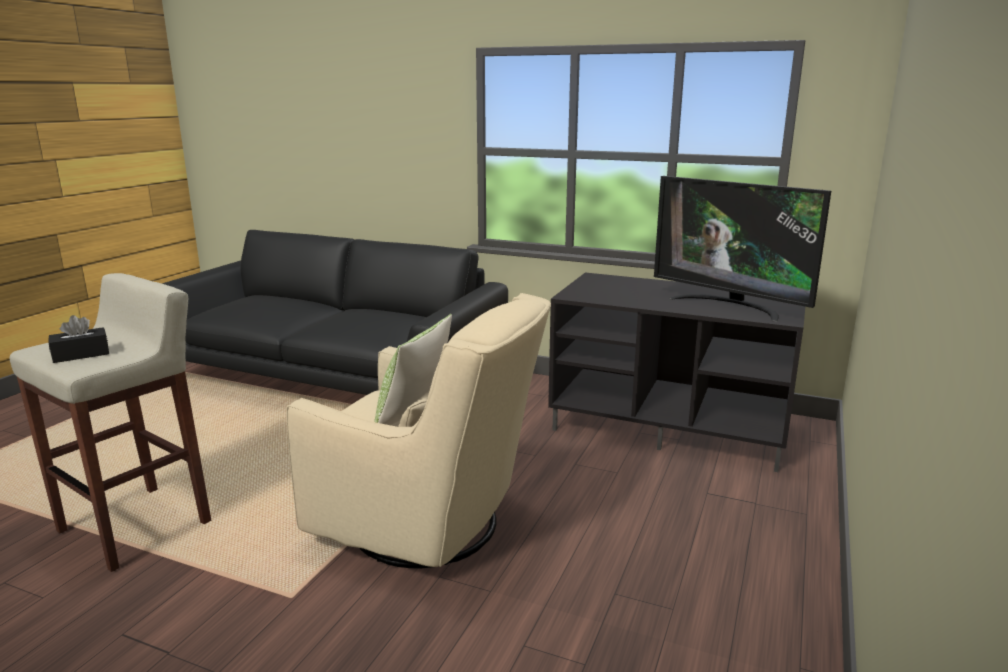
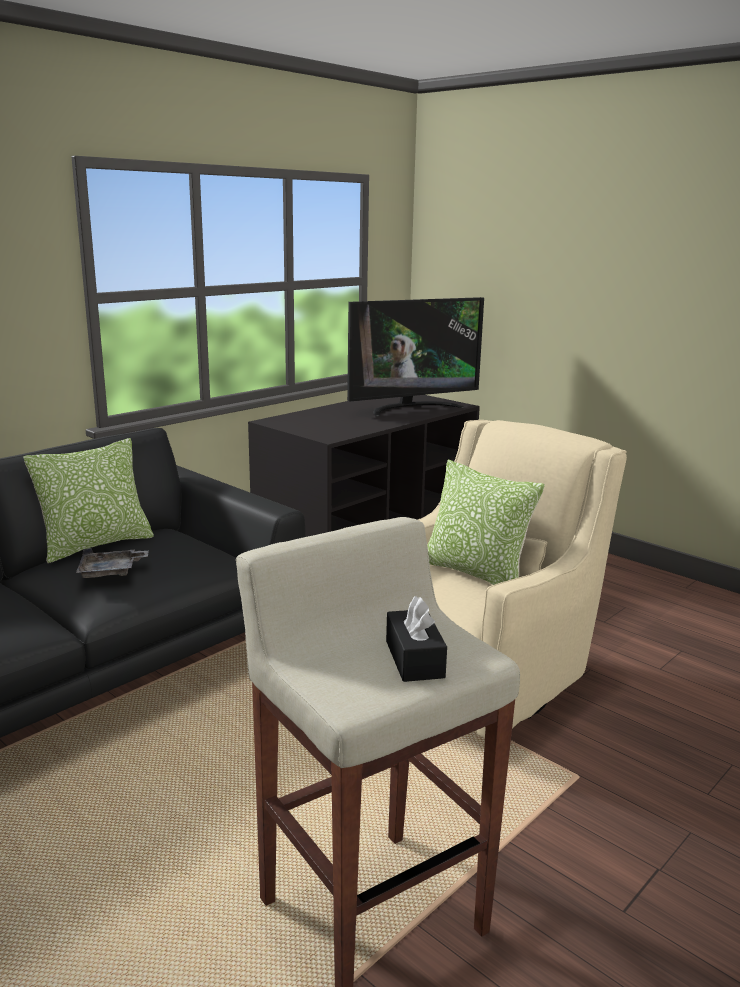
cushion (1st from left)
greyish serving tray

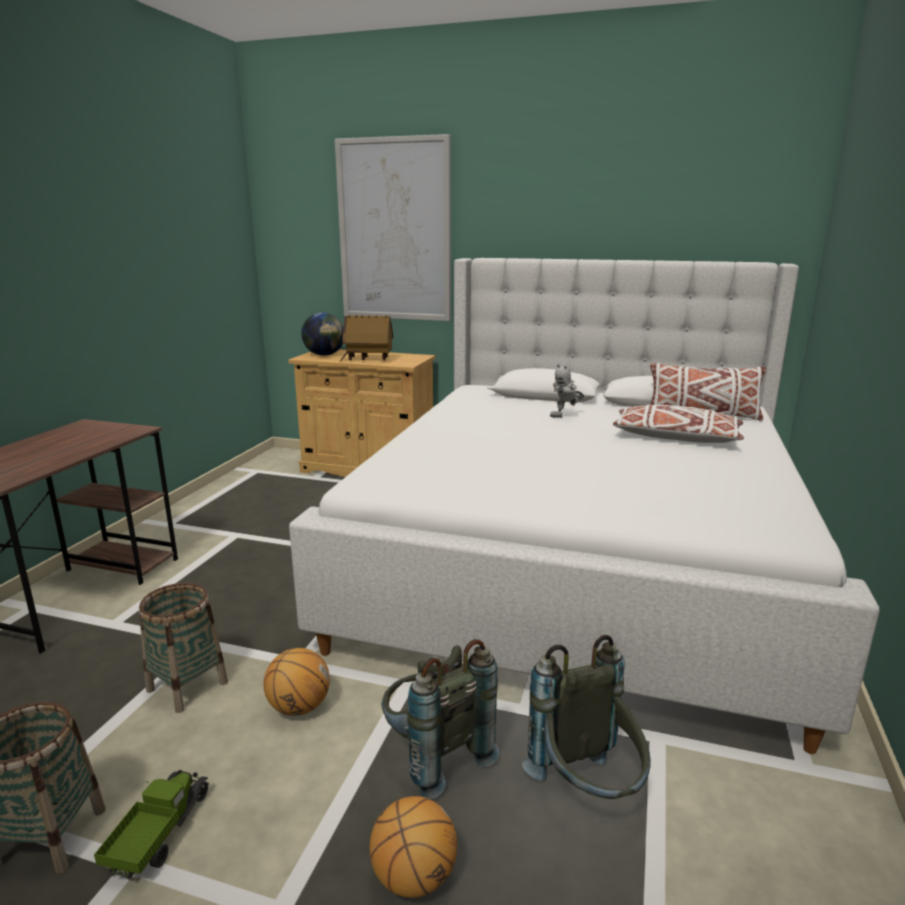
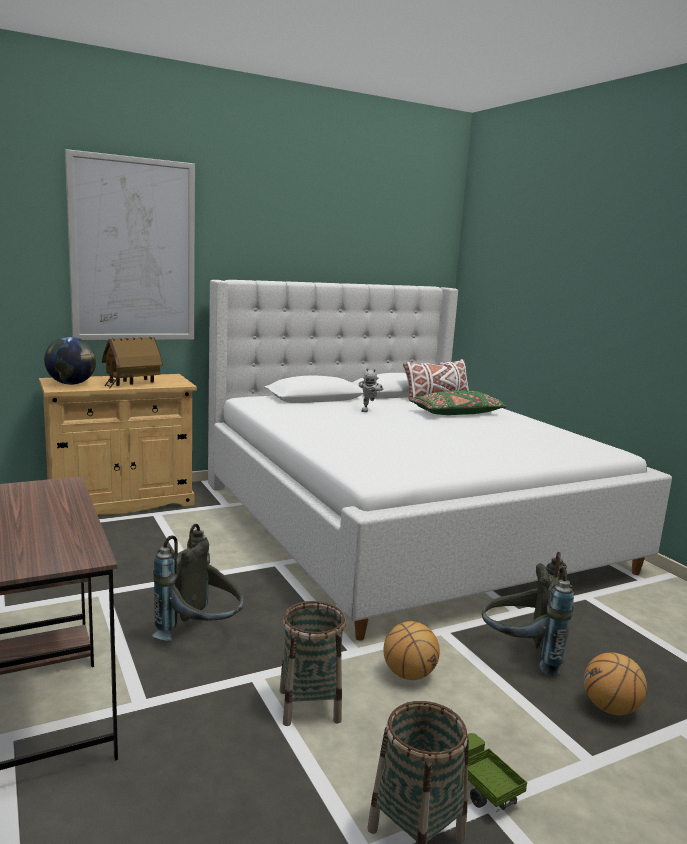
greyish knapsack (1st from left)
green-coloured cushion

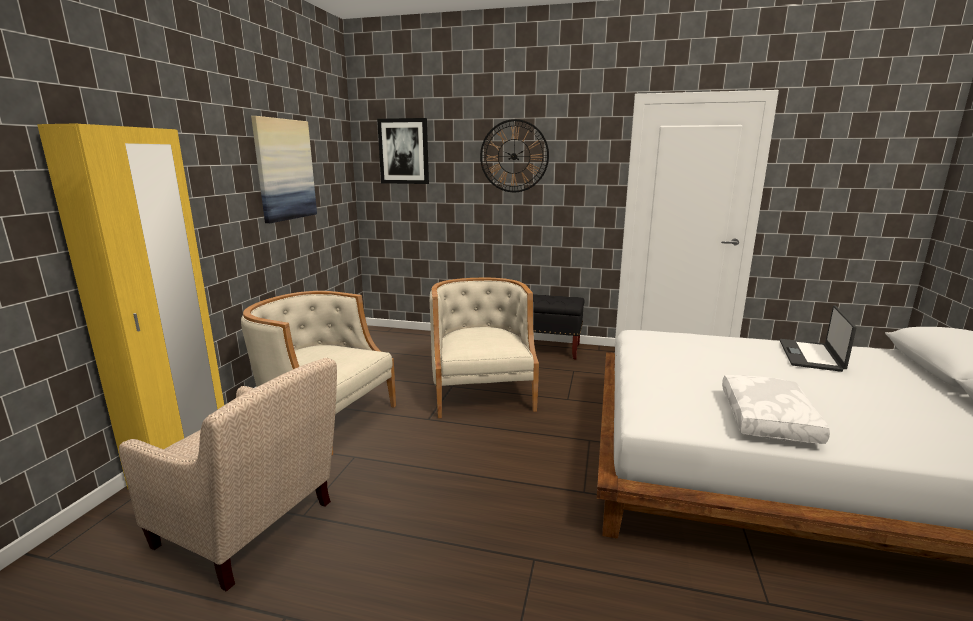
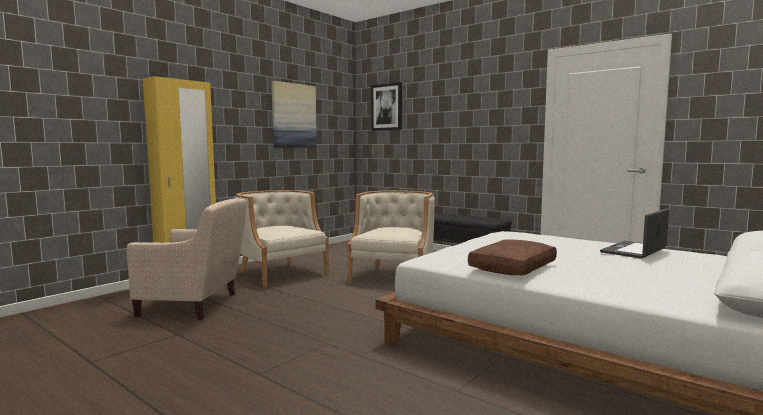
beige-coloured lounge chair (1st from left)
hanging clock
brown cushion

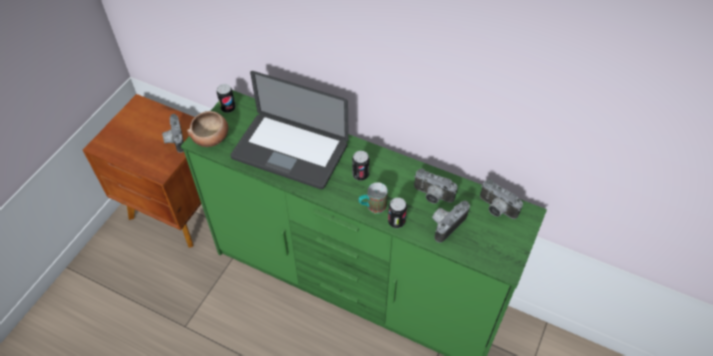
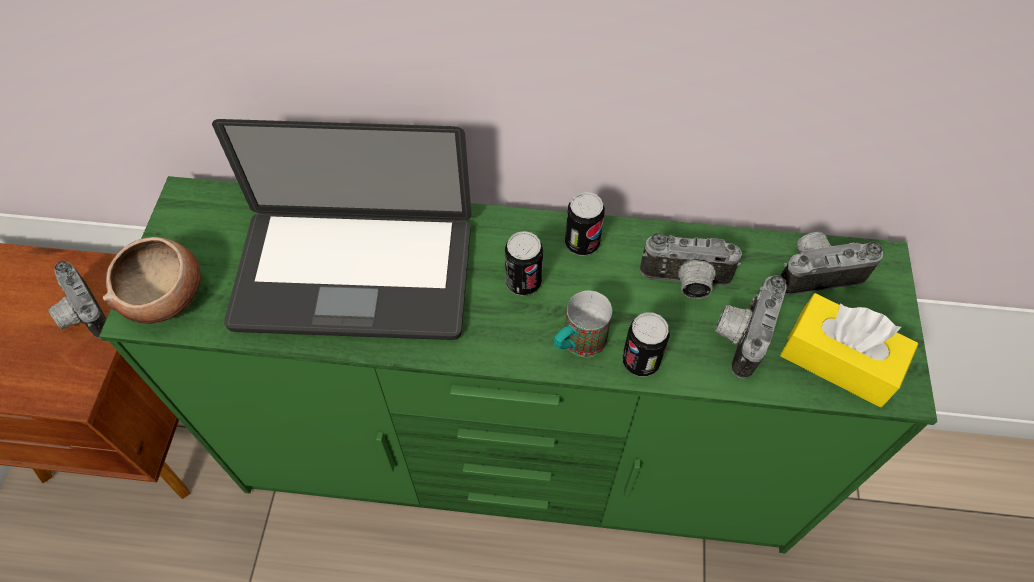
can (2nd from left)
still camera (4th from left)
yellowish tissue holder

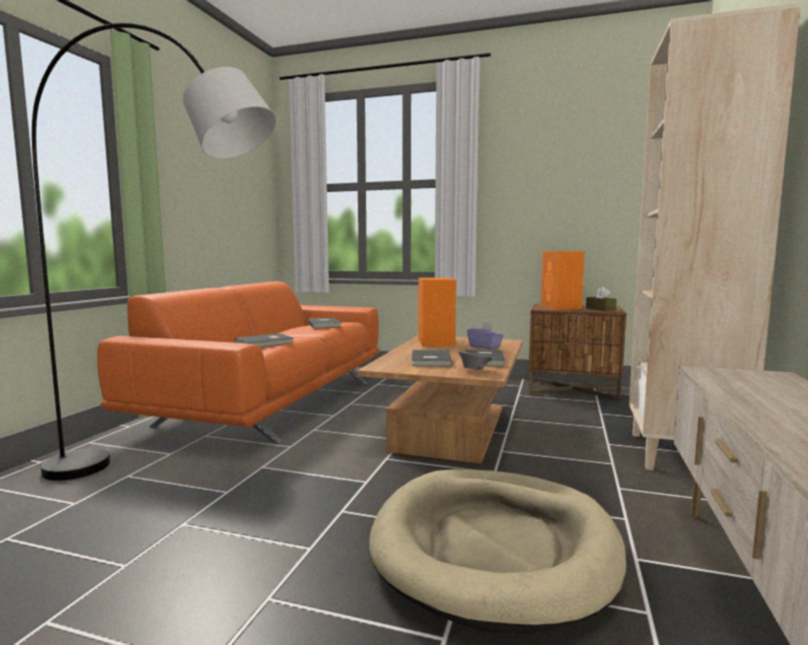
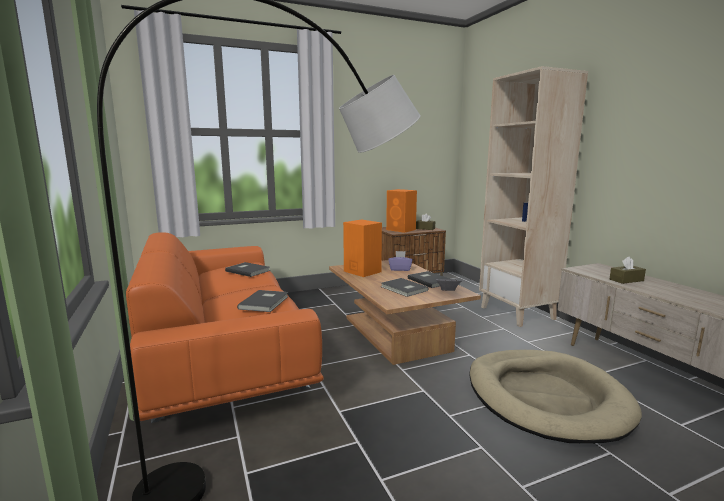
brown tissue holder (2nd from left)

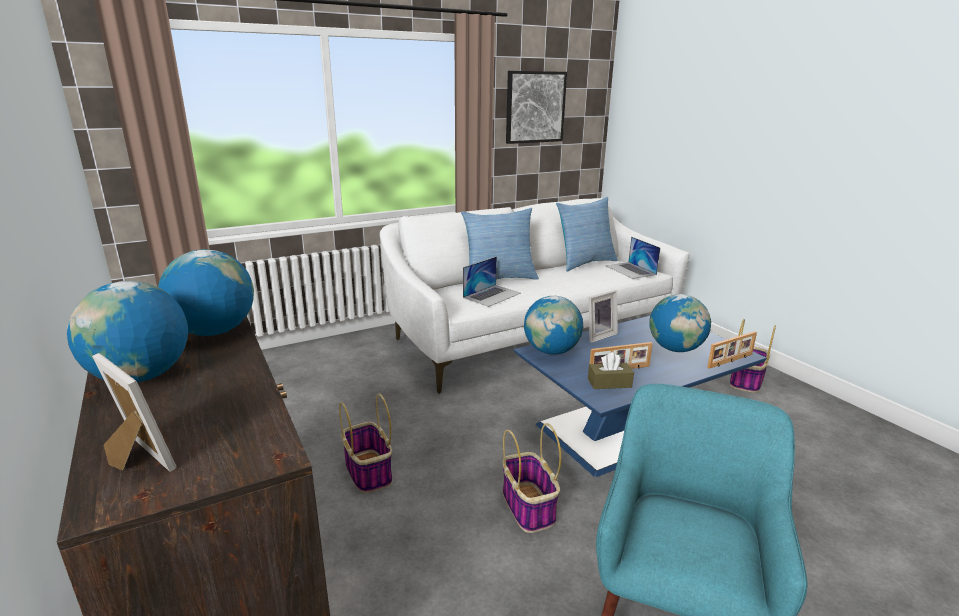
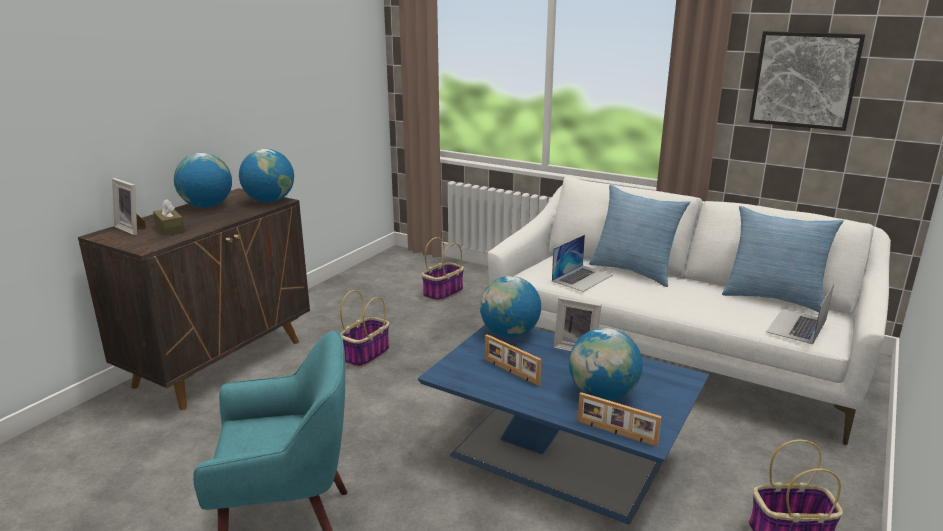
photo frame (1st from left)
laptop (1st from left)
storage basket (2nd from left)
brown tissue holder

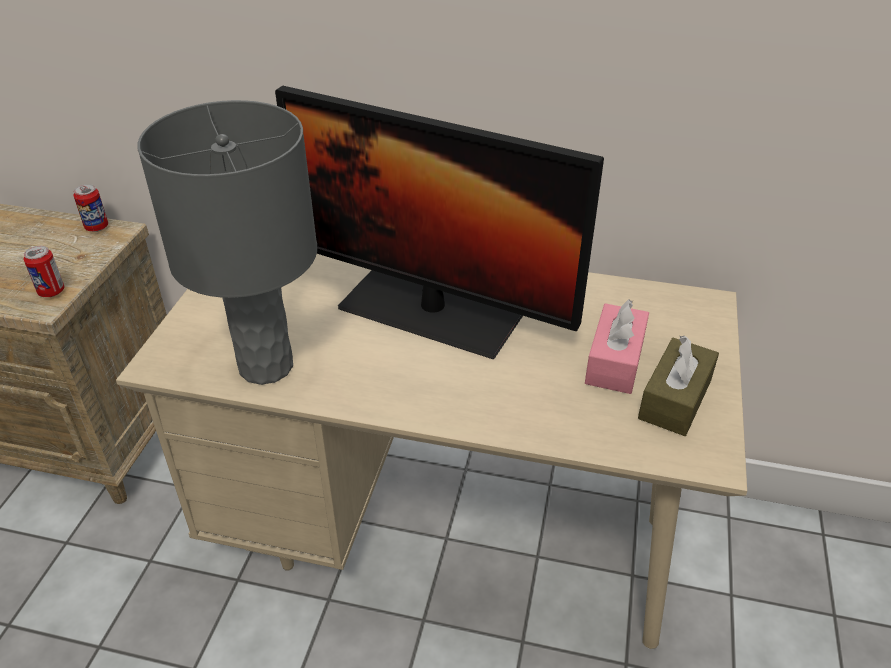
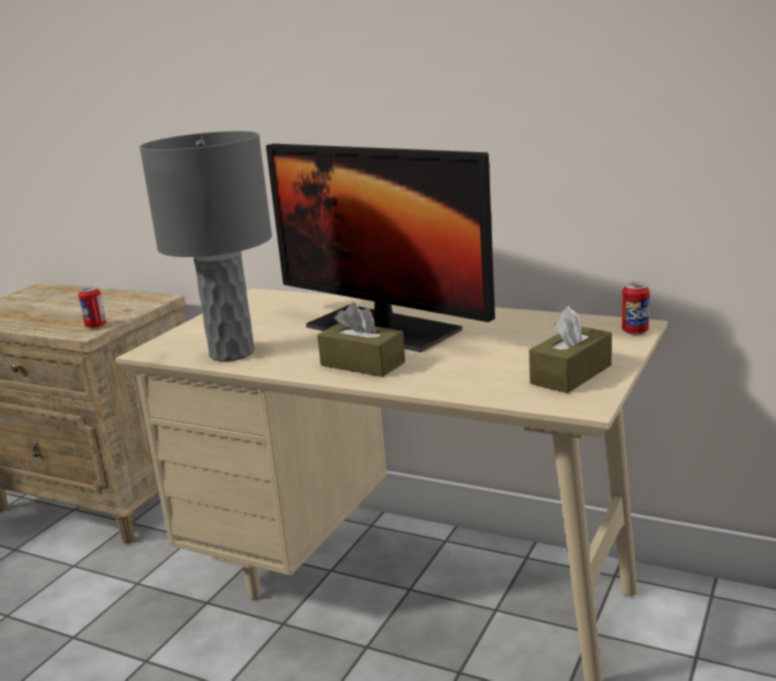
can (2nd from left)
pinkish tissue holder
brown tissue holder (1st from left)

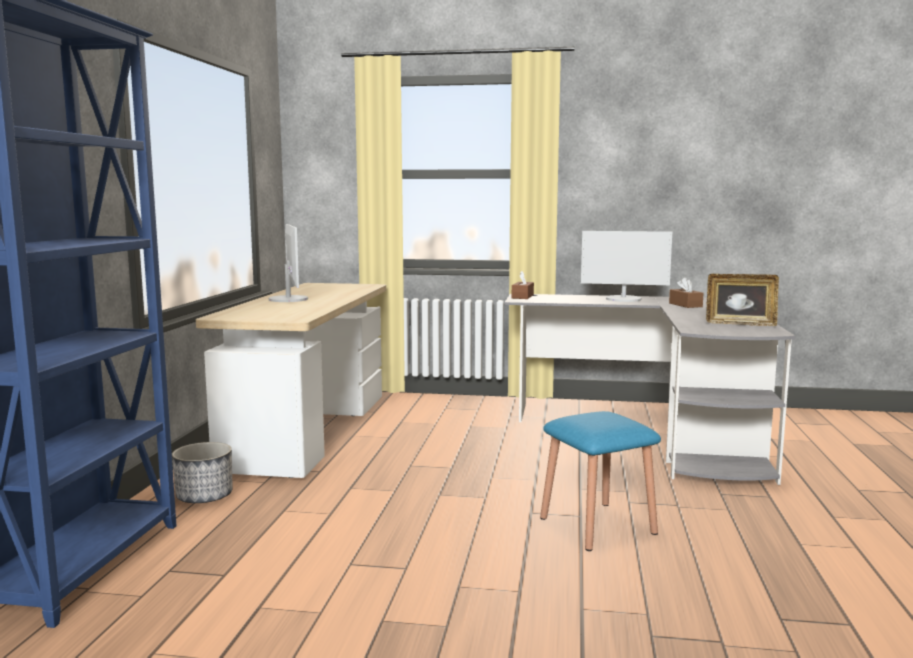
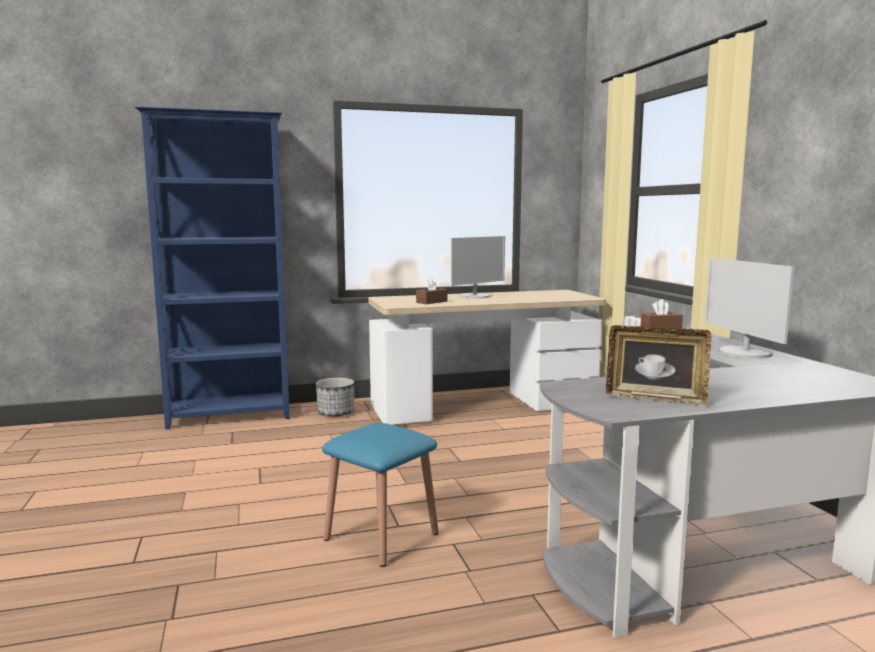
brown tissue holder (1st from left)
photo frame

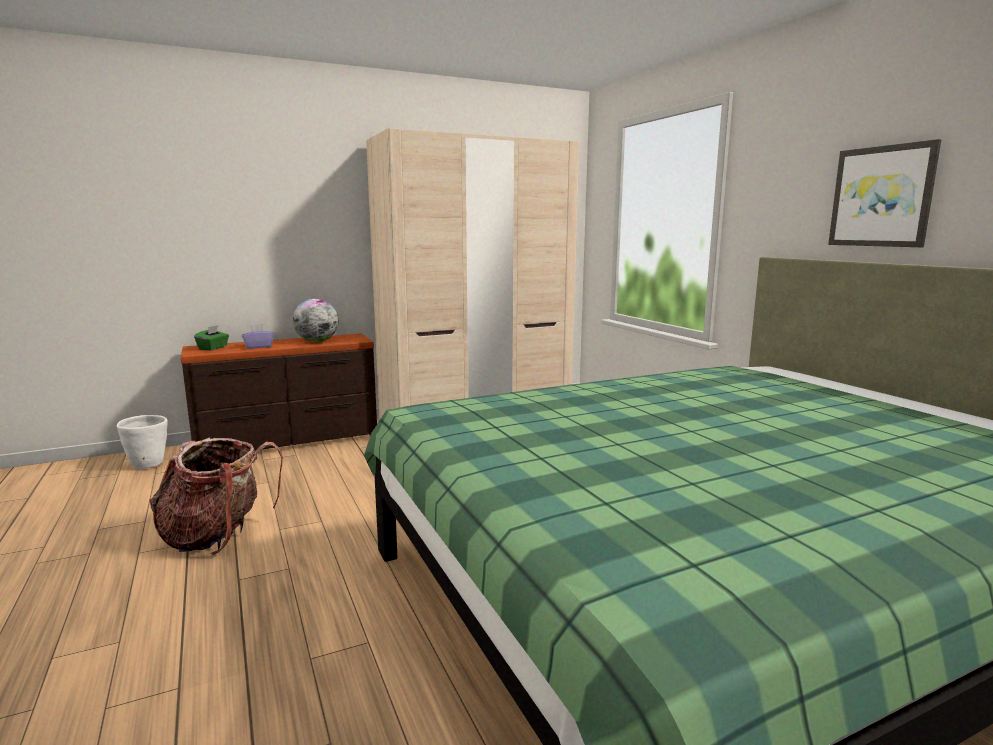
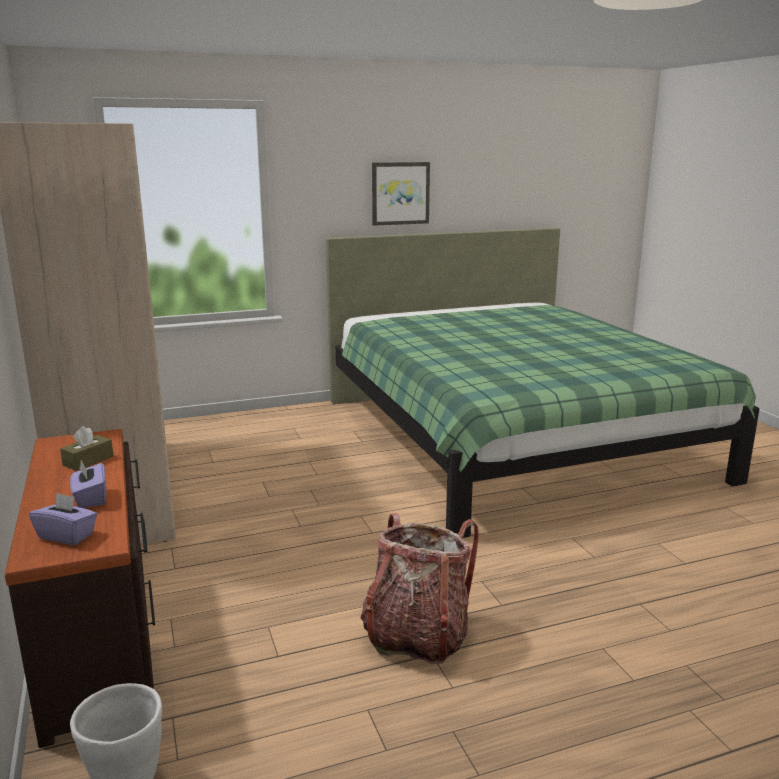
purplish tissue holder (1st from left)
brown tissue holder

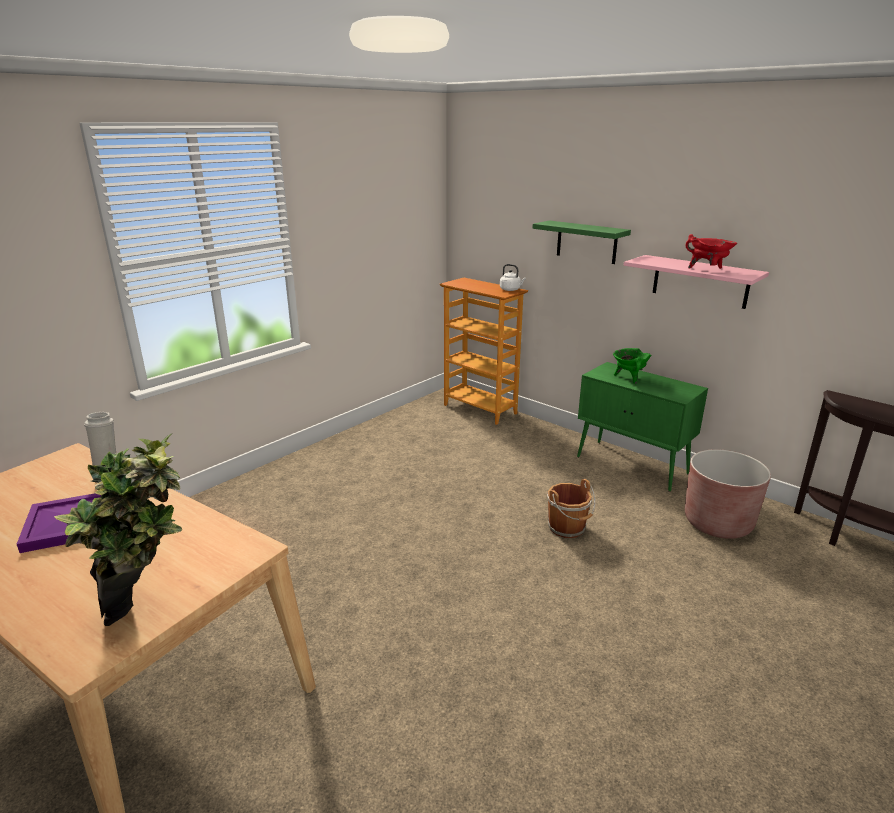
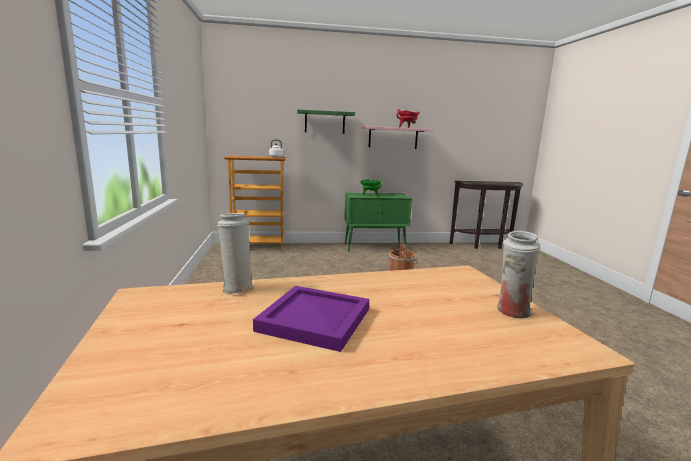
white flower vase (2nd from left)
brown flower pot

